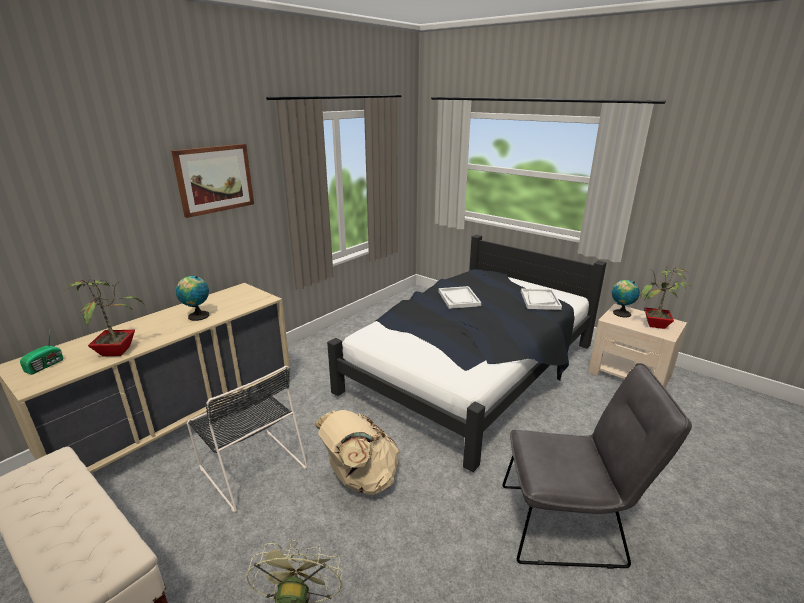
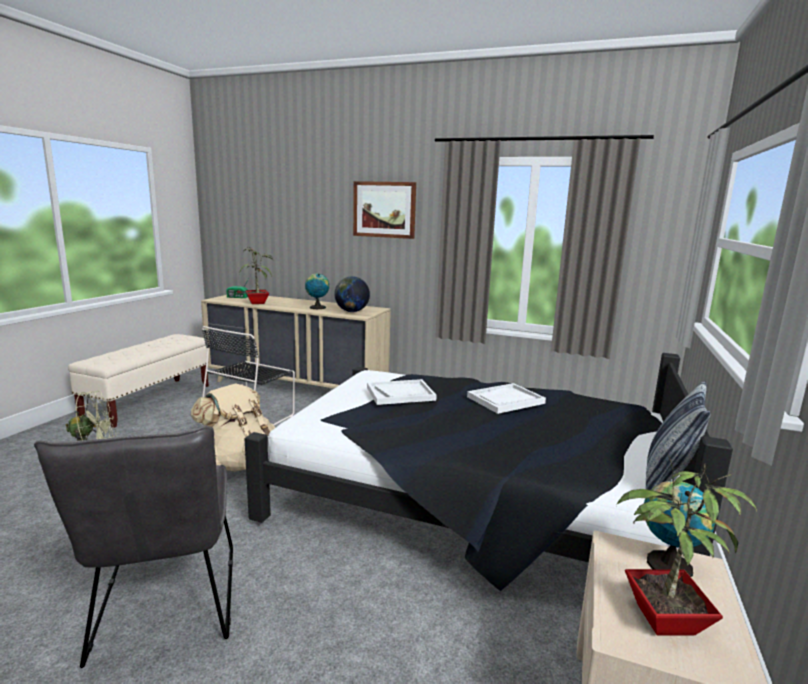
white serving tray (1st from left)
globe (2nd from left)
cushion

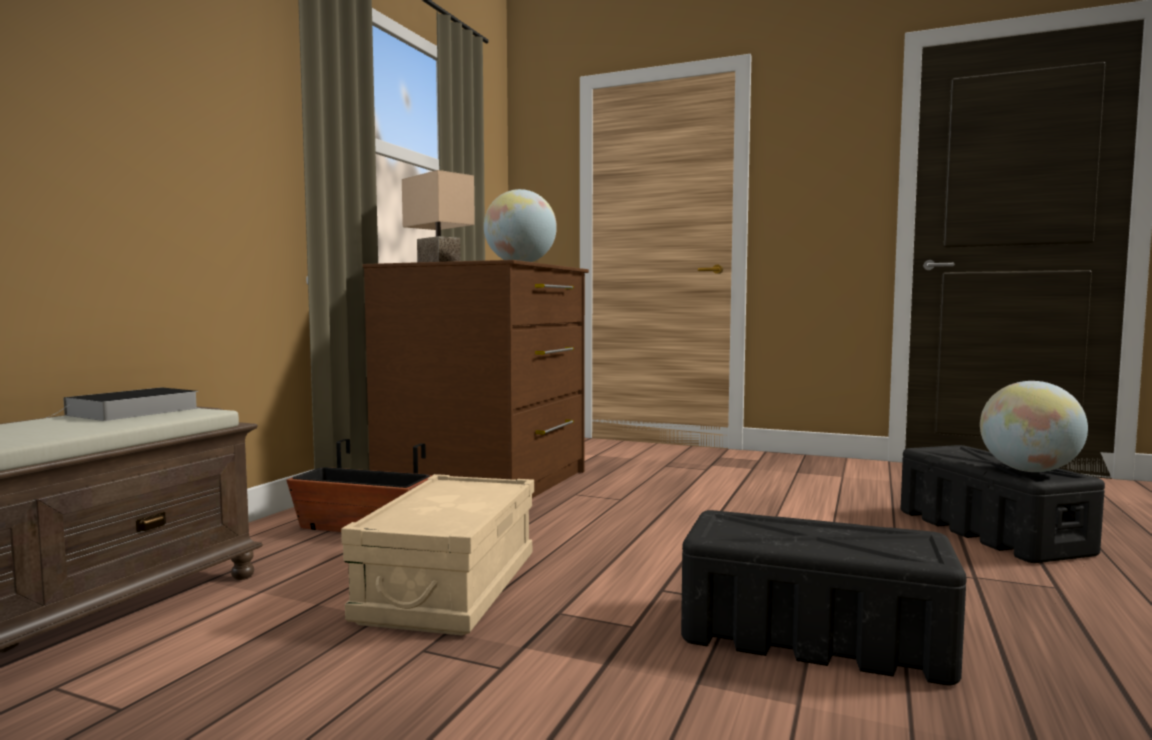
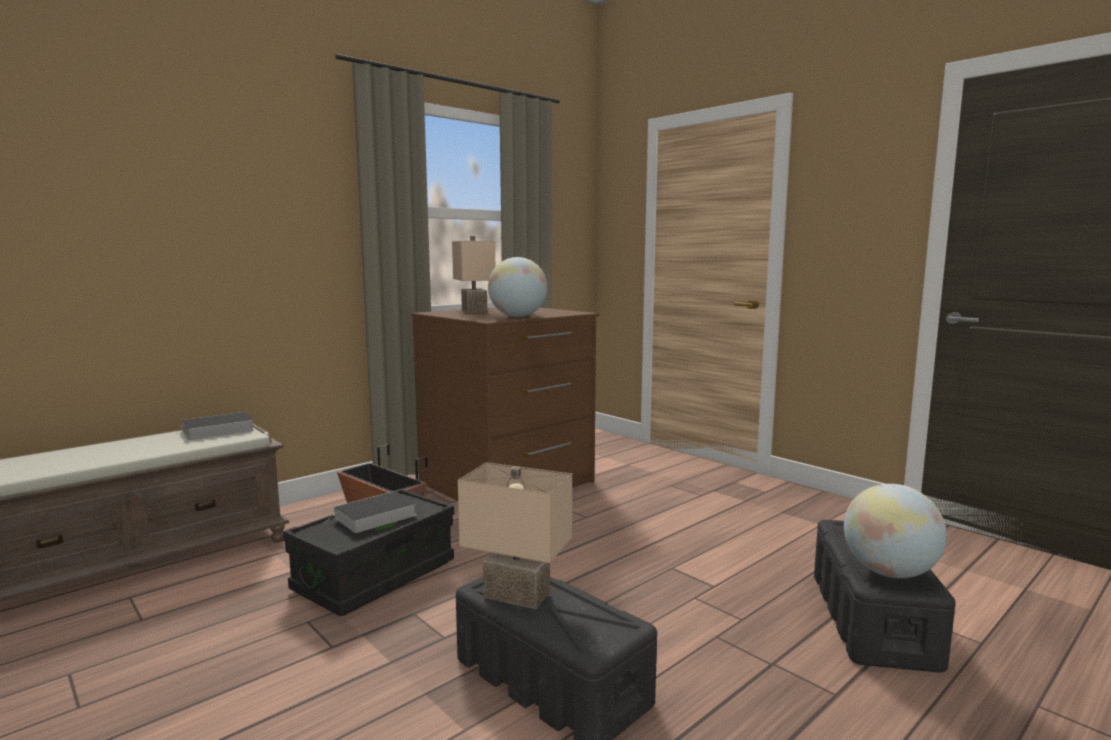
black storage box (1st from left)
book (2nd from left)
beige-coloured table lamp (2nd from left)

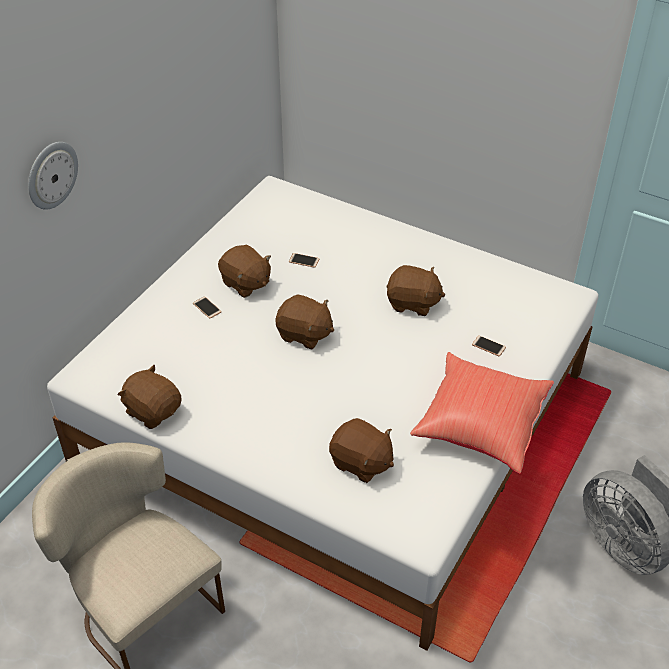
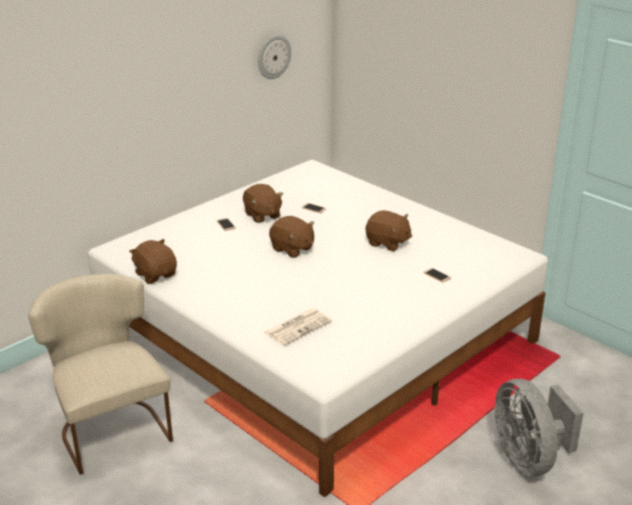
hanging clock
daily paper
red-coloured cushion

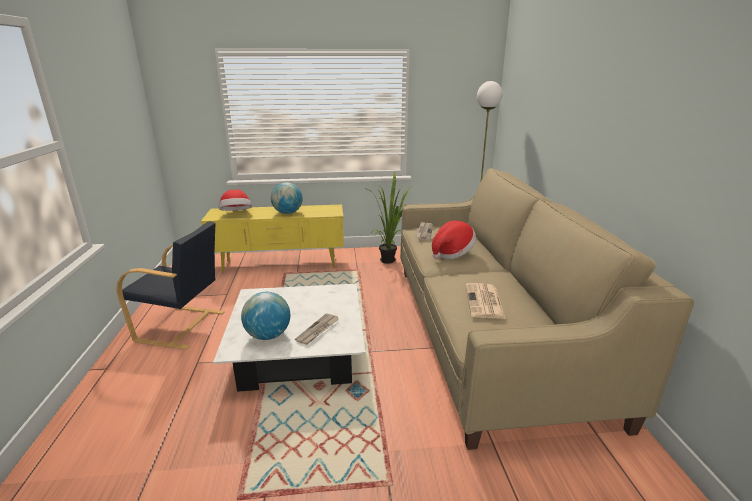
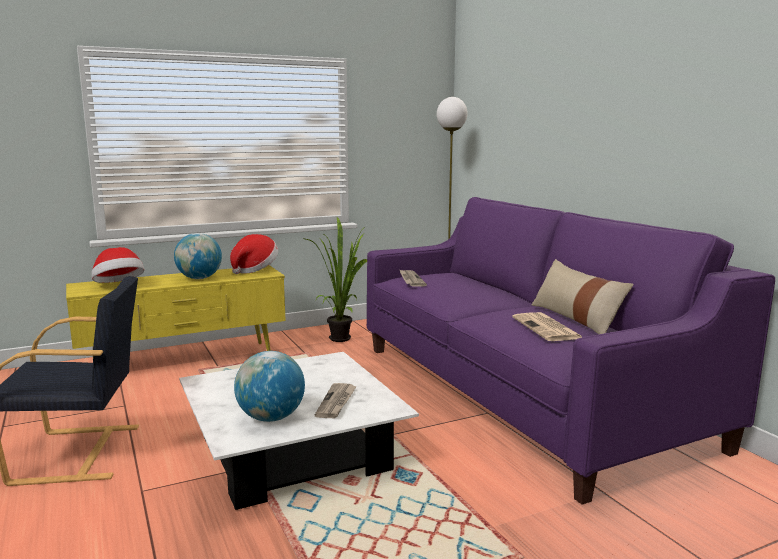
purplish sofa
clothing hat (2nd from left)
beige-coloured cushion

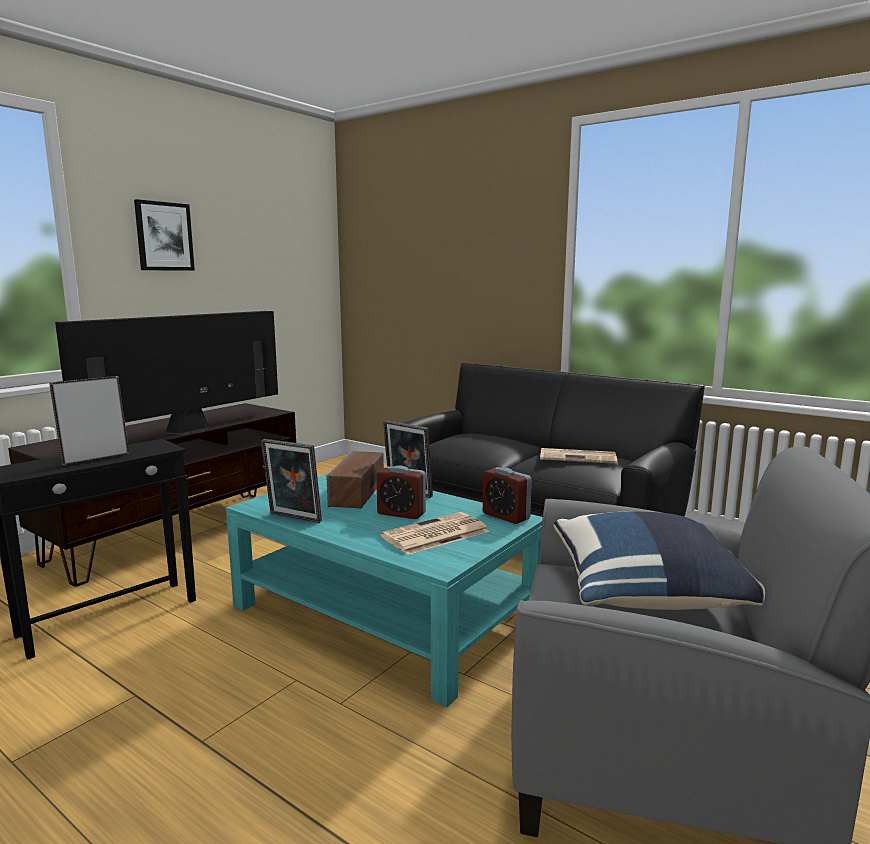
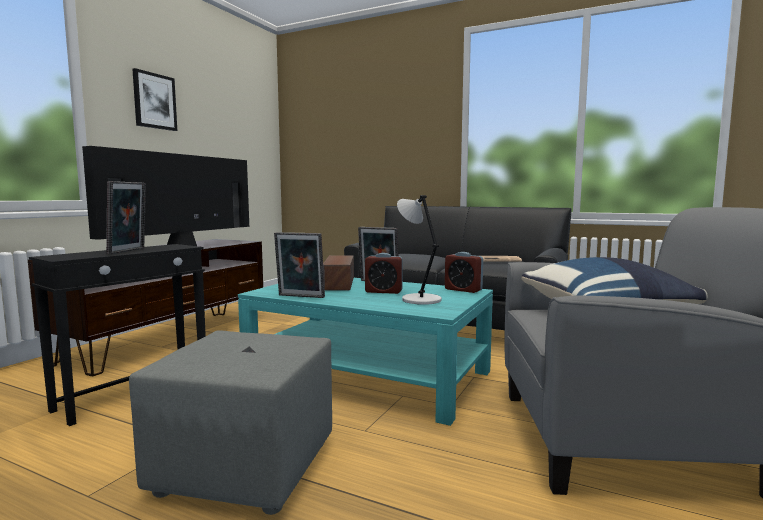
photo frame (1st from left)
greyish table lamp
greyish footrest

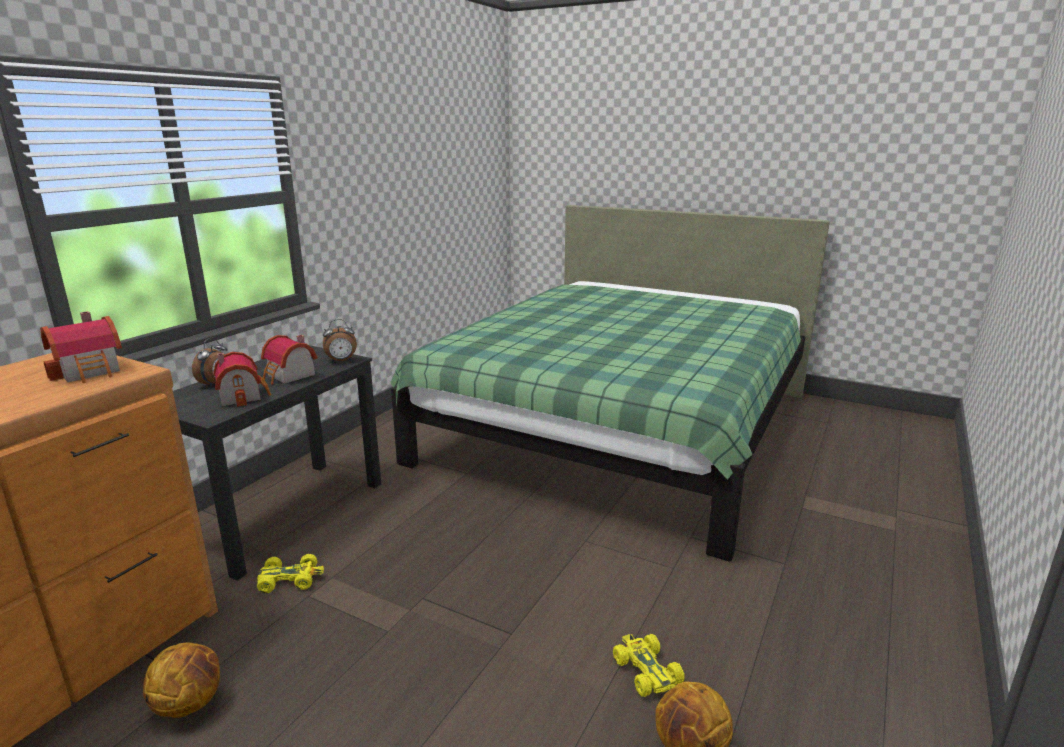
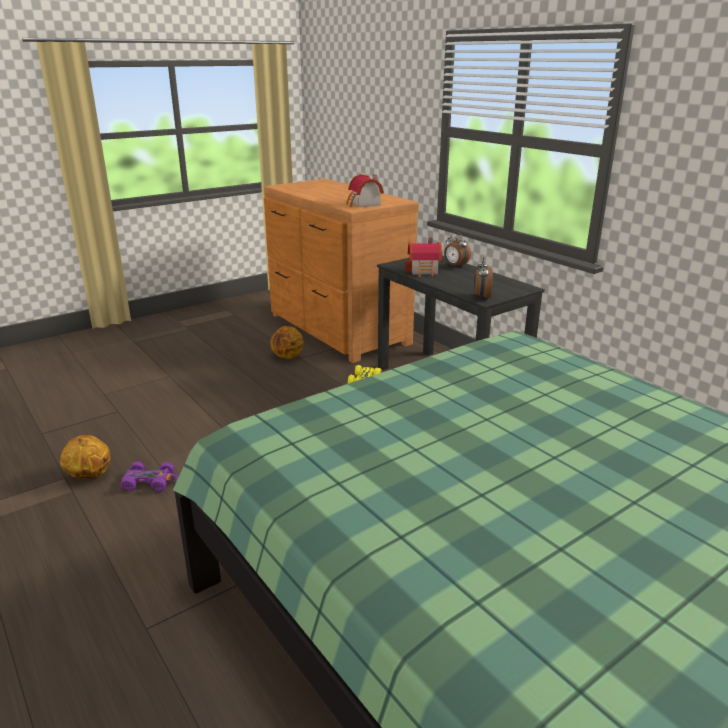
model house (3rd from left in the first image)
purplish model car

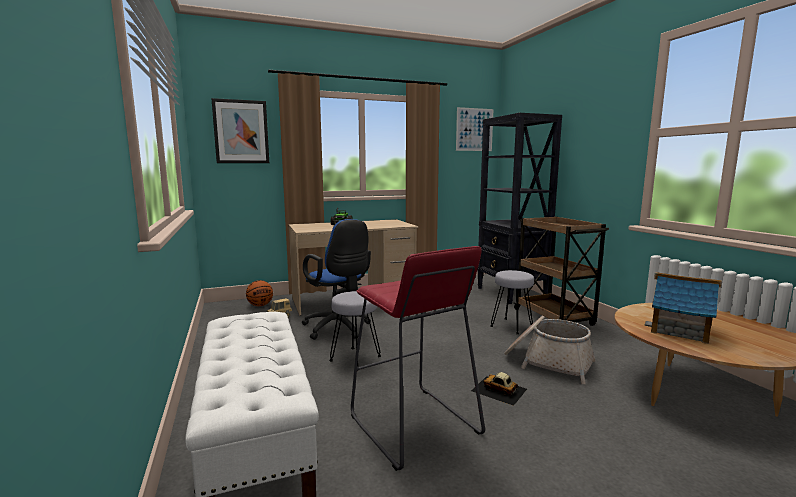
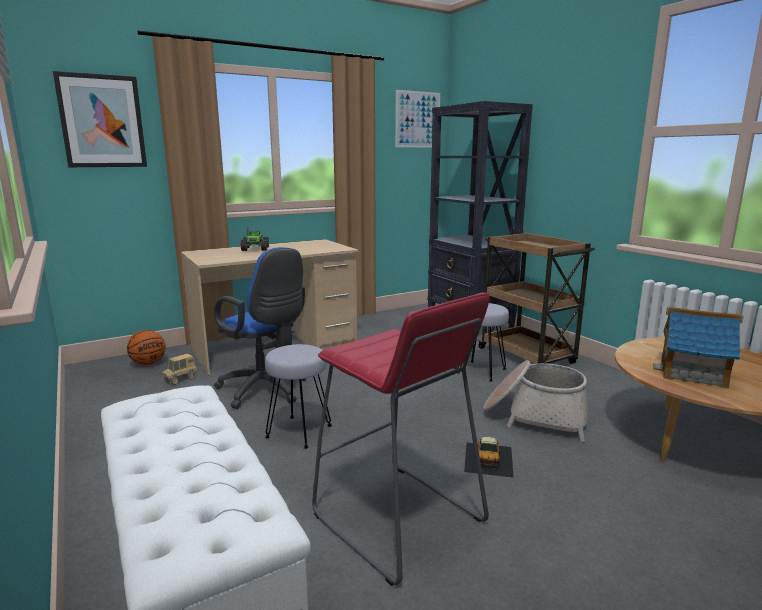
model car

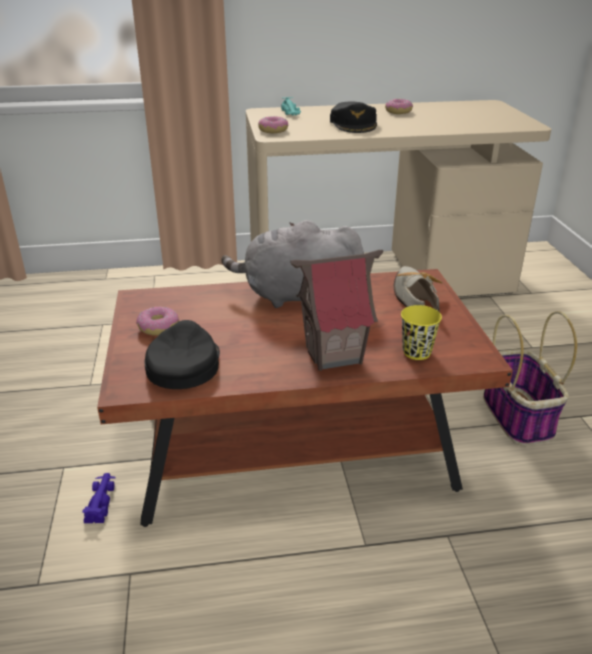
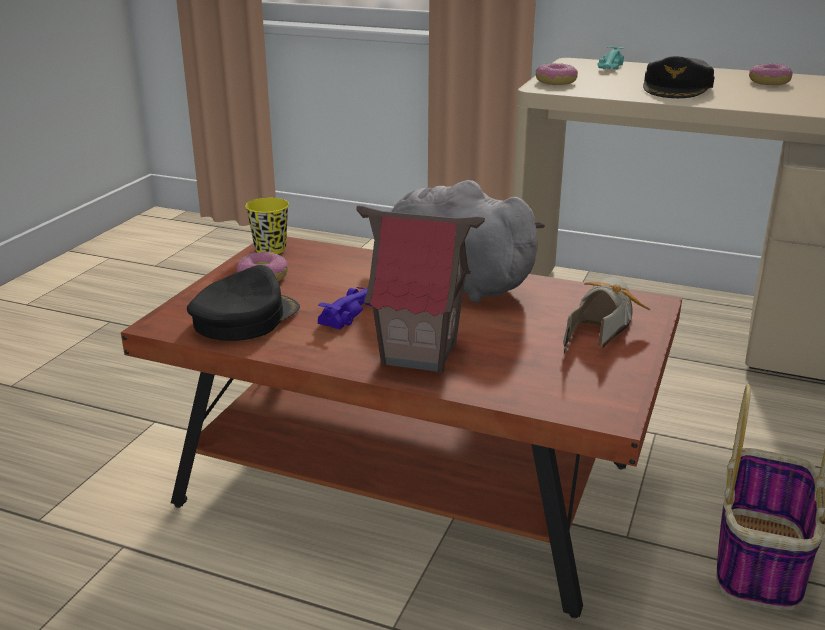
purplish model car
yellowish drinking cup

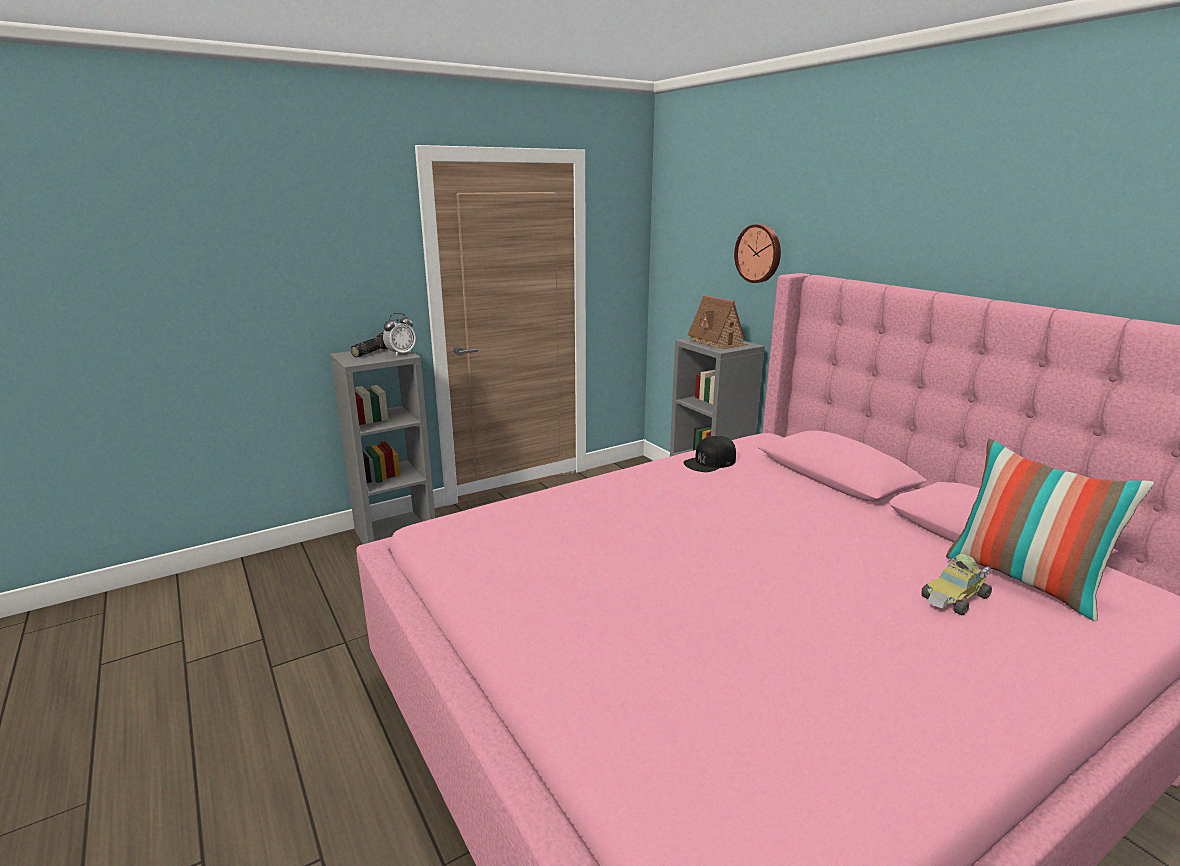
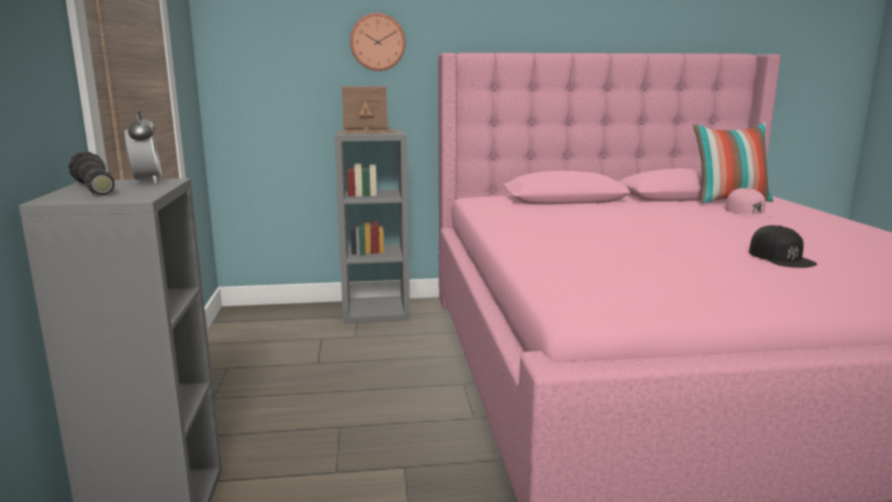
black peaked cap
pinkish peaked cap

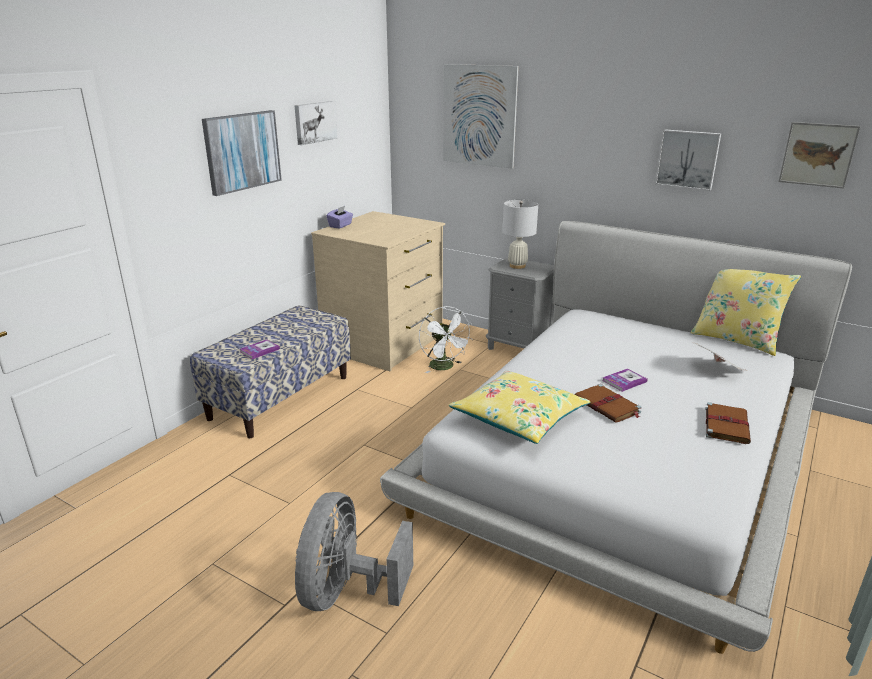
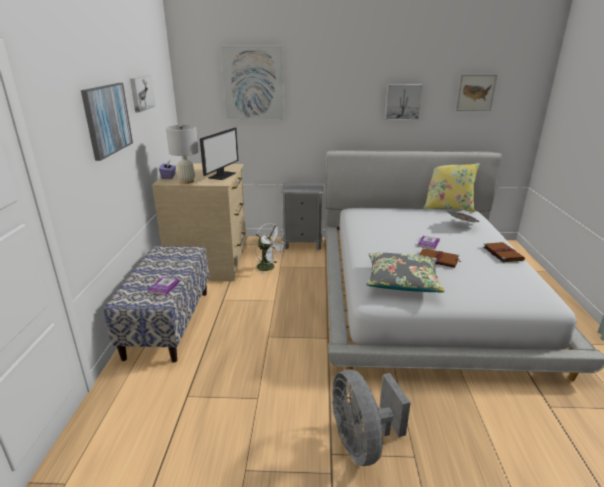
greyish cushion
white table lamp
monitor

